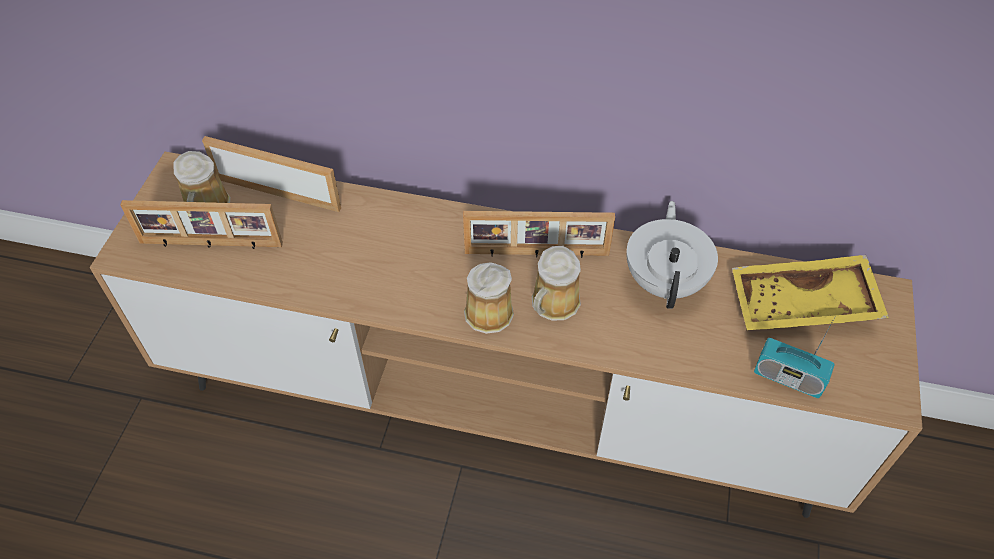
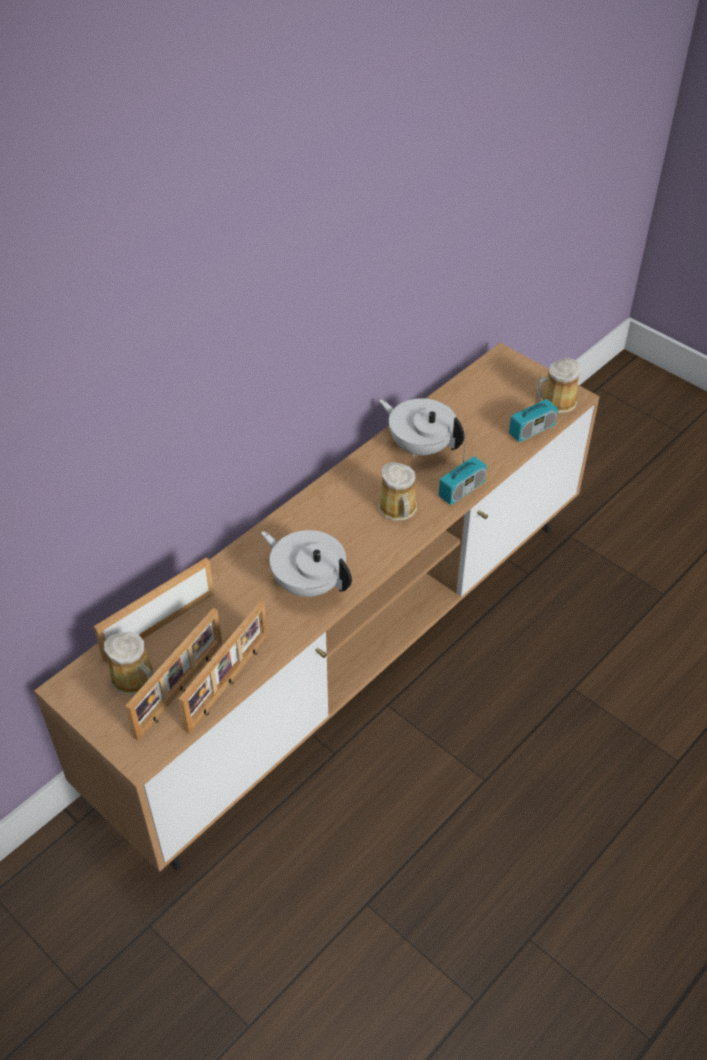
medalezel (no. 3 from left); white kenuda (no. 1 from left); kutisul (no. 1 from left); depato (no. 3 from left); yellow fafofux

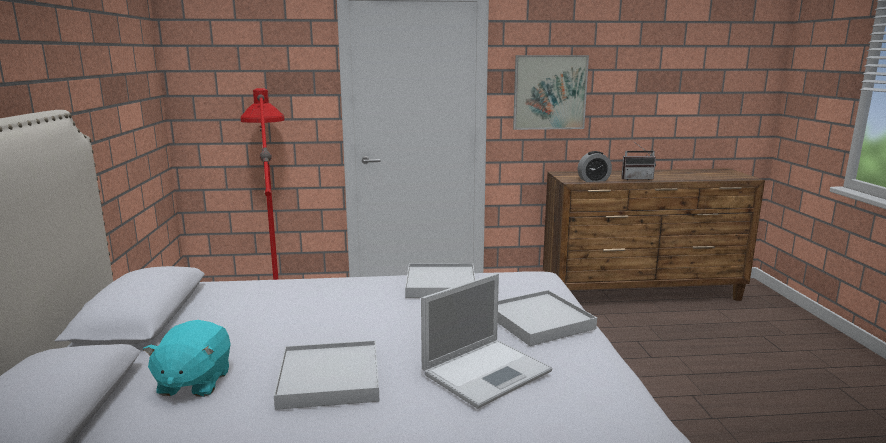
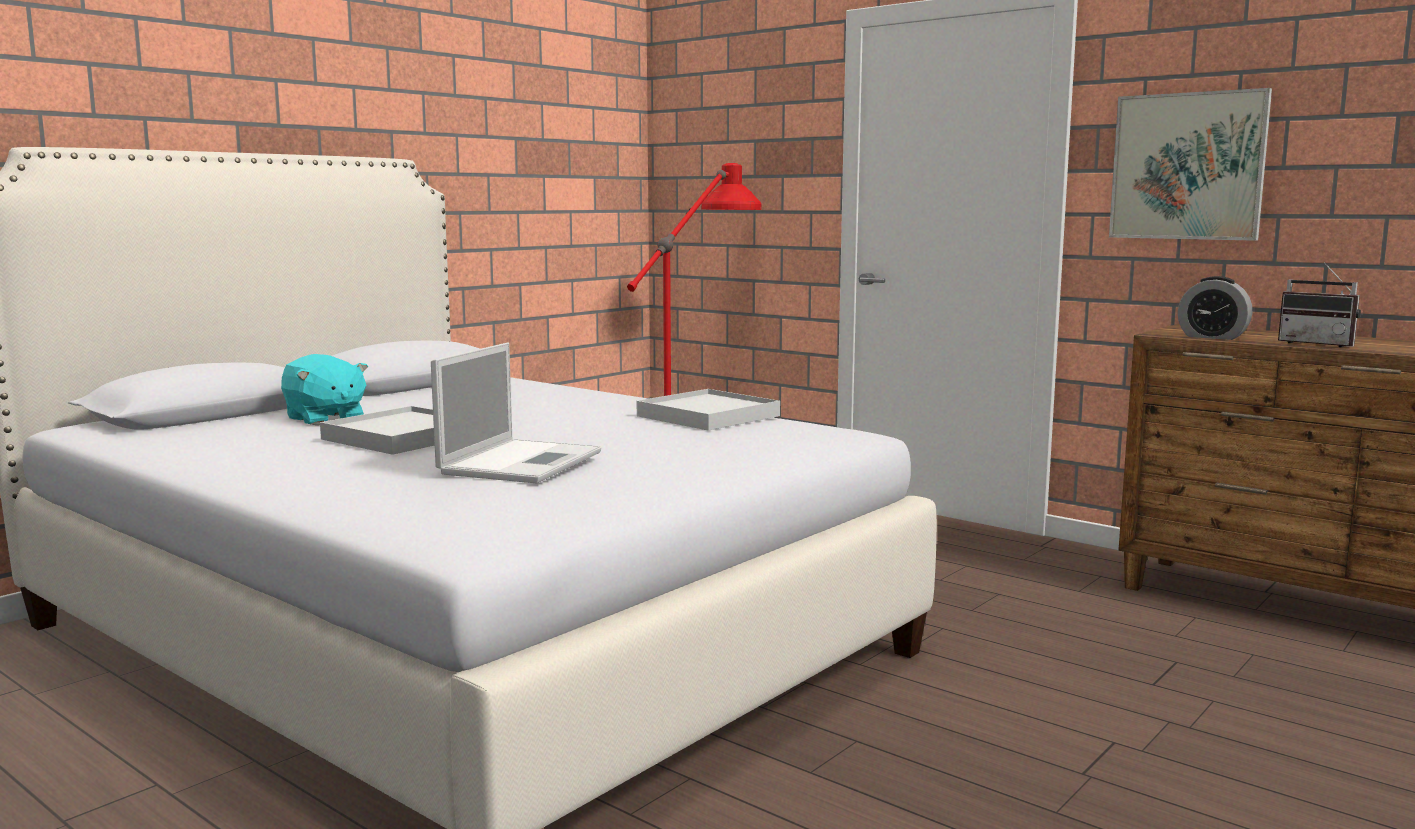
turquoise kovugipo; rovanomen; white fafofux (no. 3 from left in the first image)

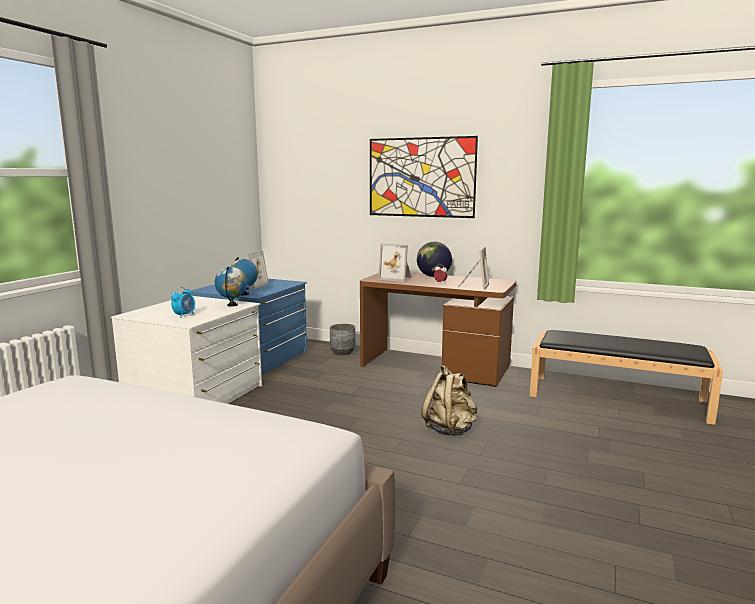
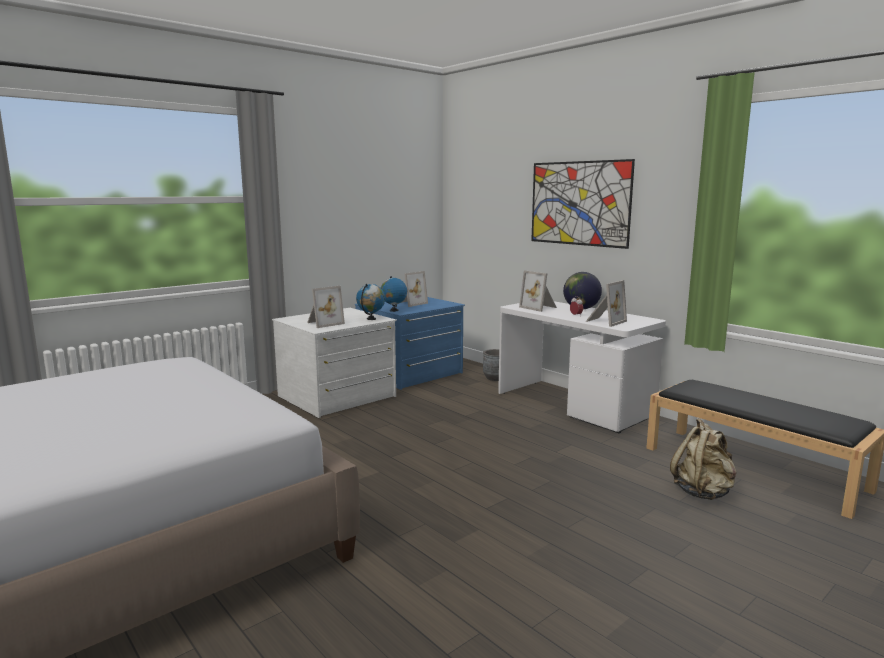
medalezel (no. 1 from left); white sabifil; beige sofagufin

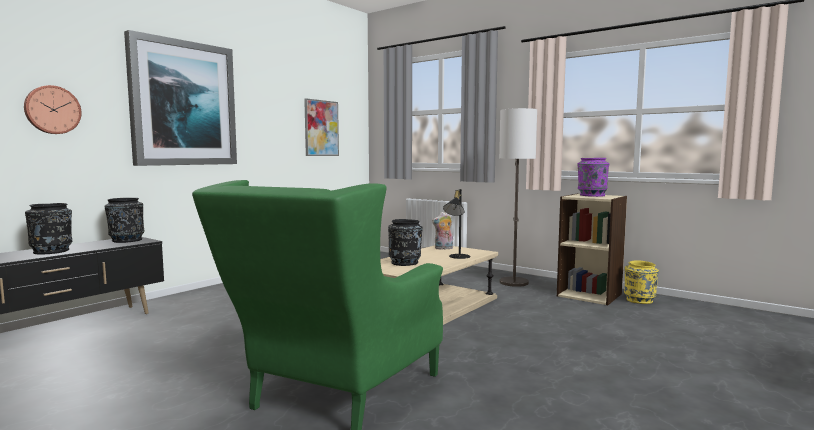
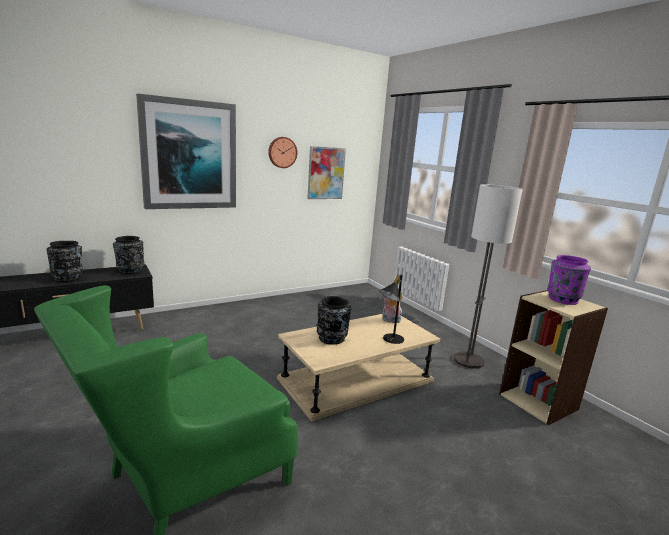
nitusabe; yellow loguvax

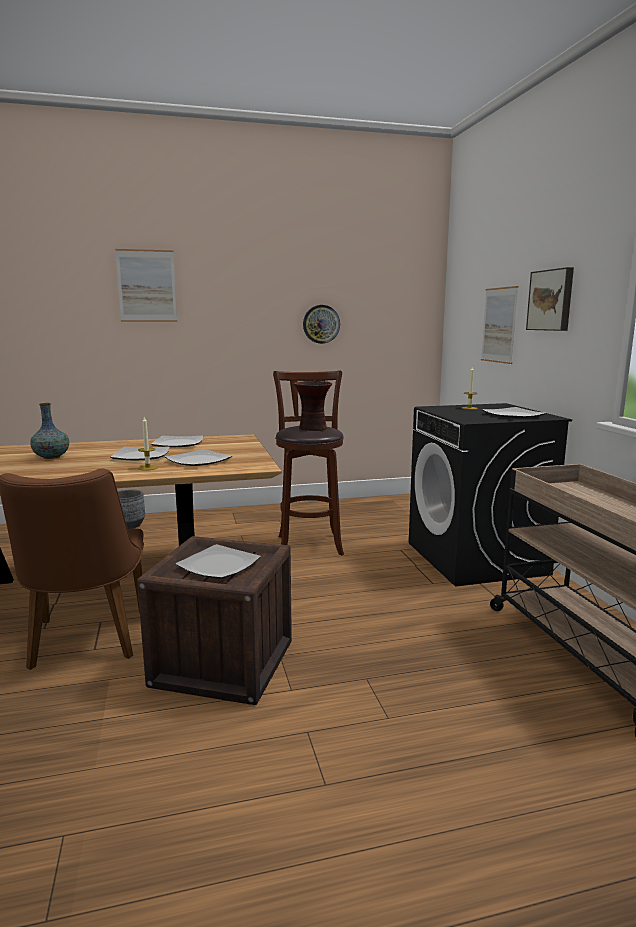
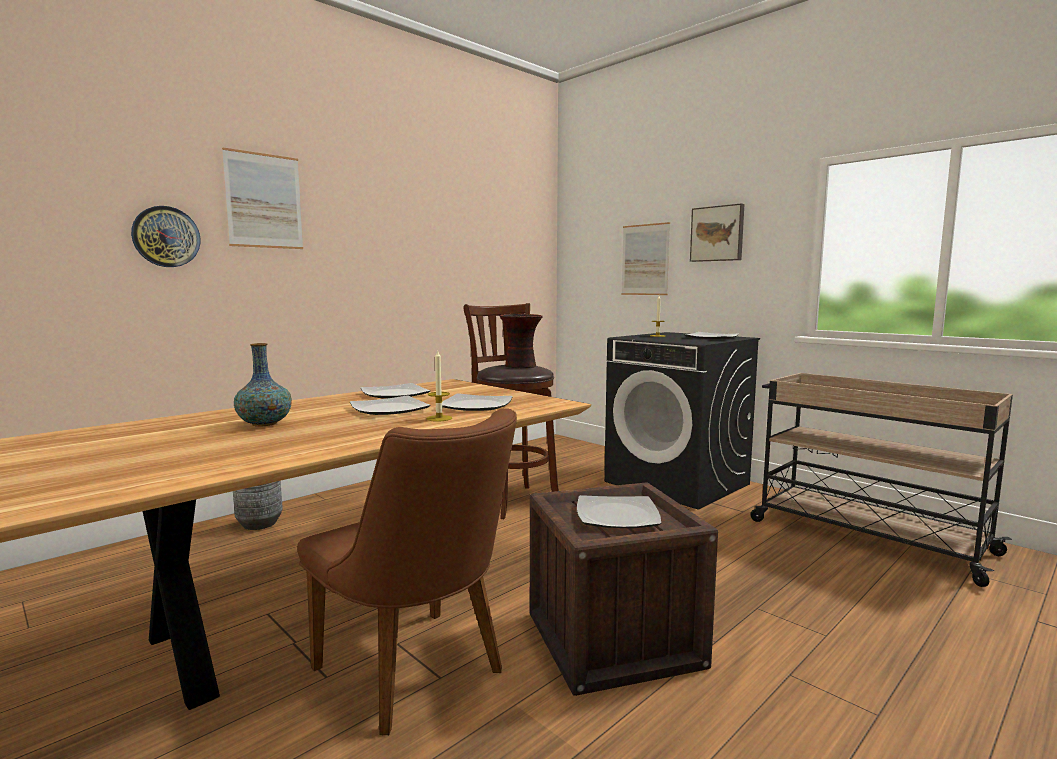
nitusabe

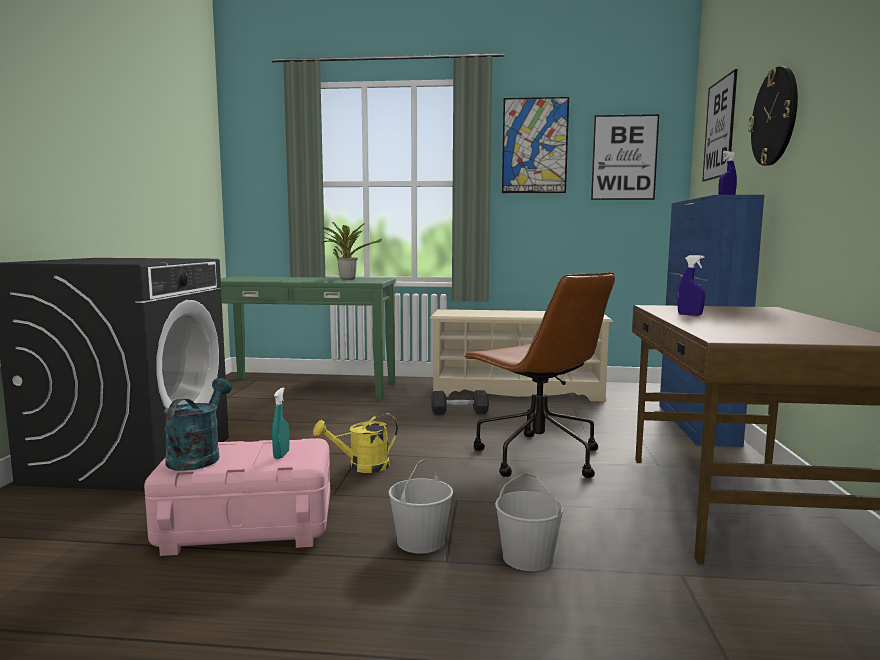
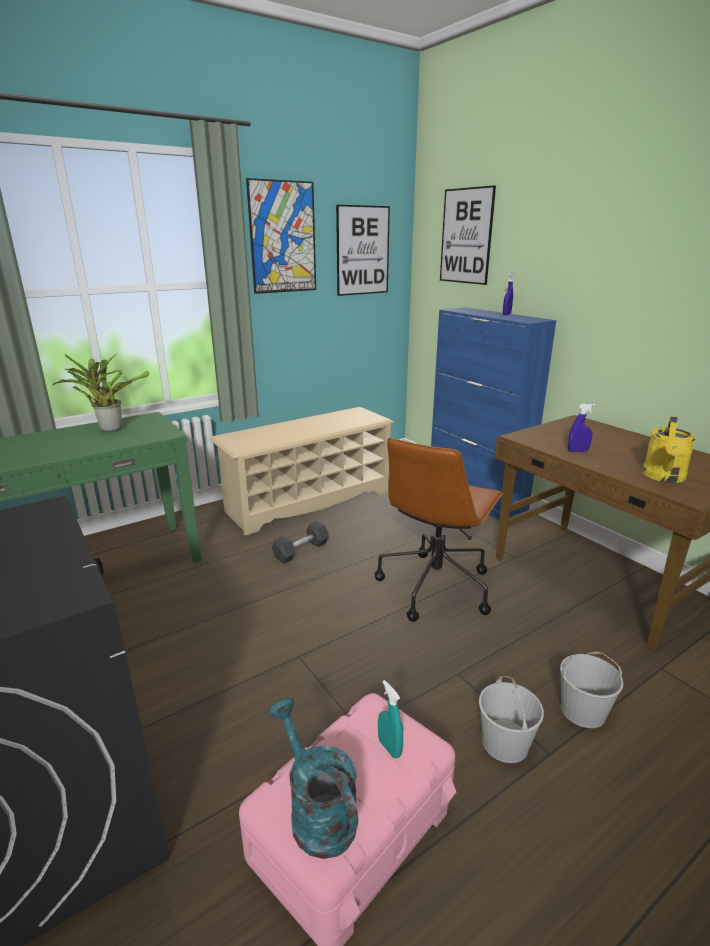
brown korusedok; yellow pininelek; nitusabe

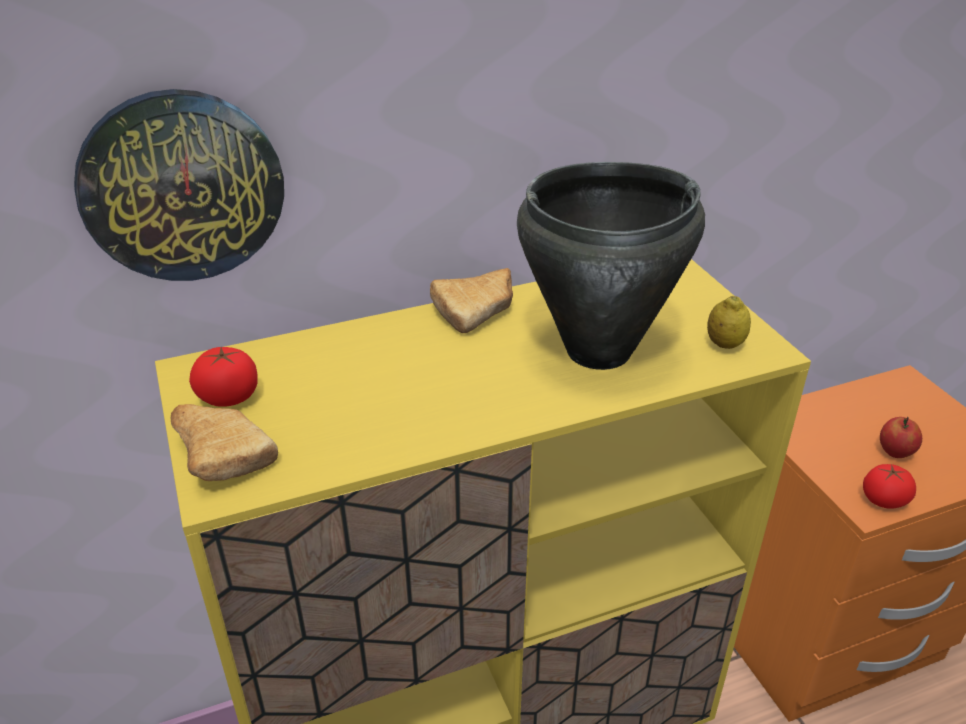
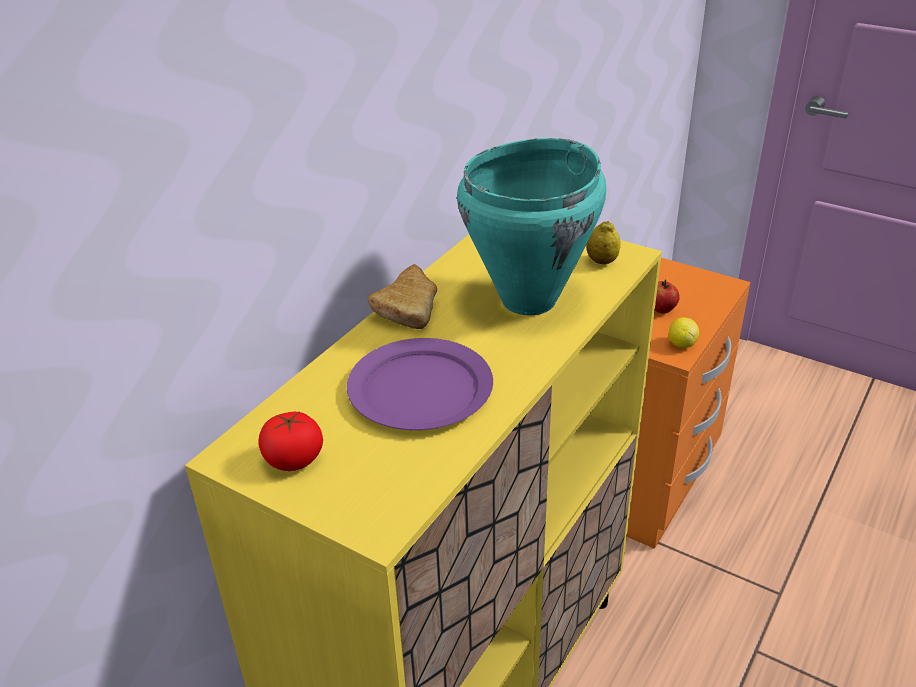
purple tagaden; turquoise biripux; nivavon (no. 2 from left); nitusabe; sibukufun (no. 1 from left in the first image)

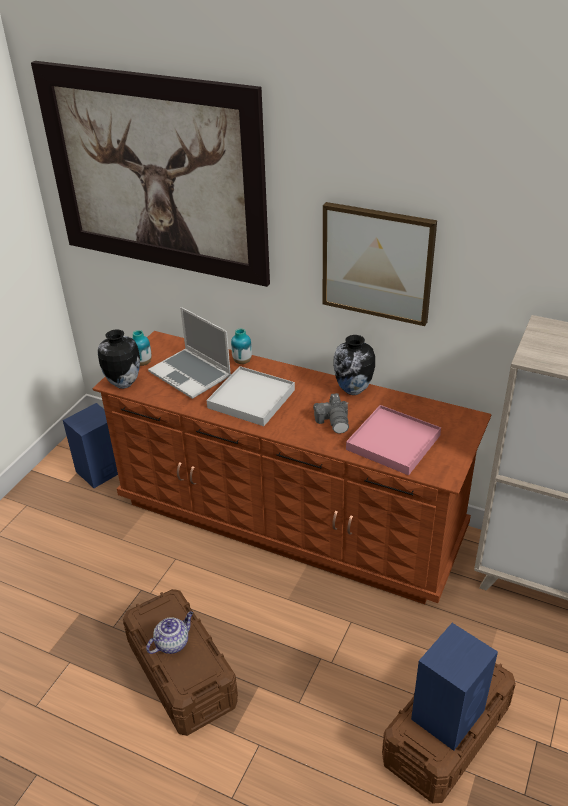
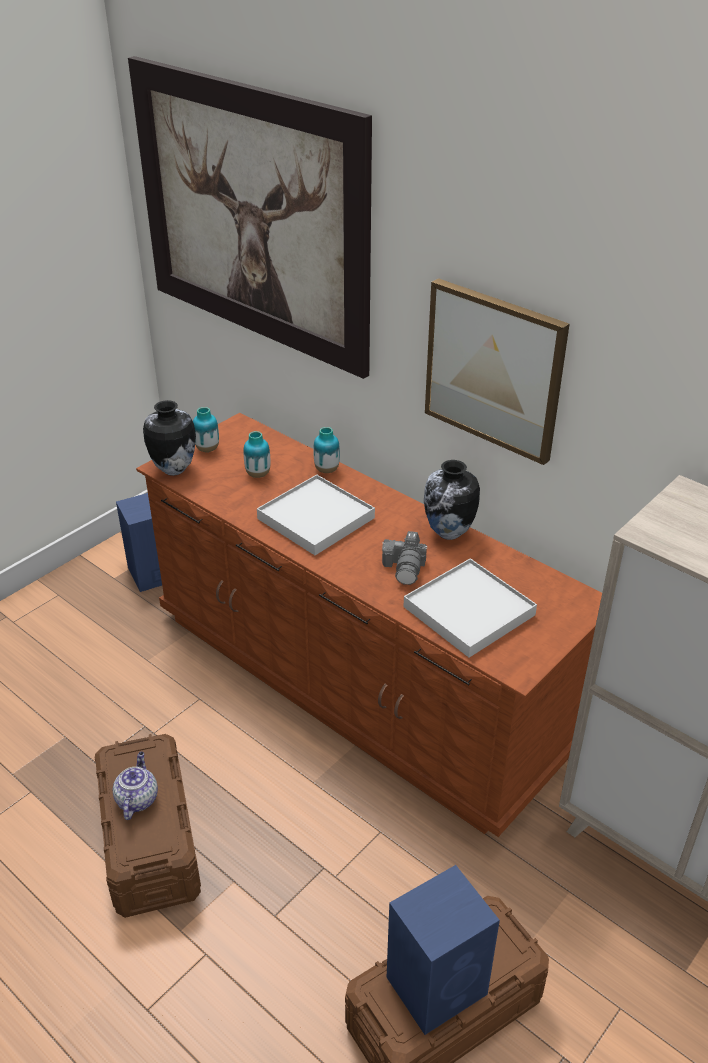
kenuda; loguvax (no. 3 from left); white fafofux (no. 2 from left)

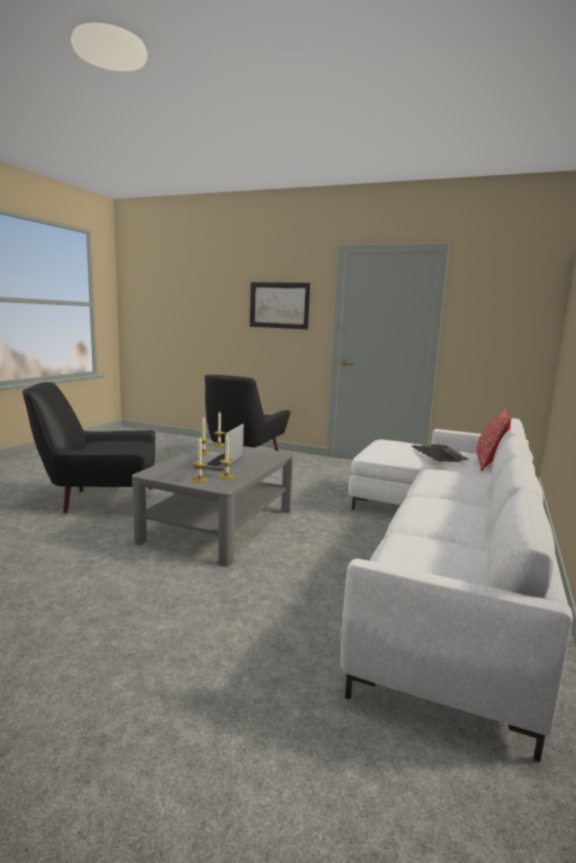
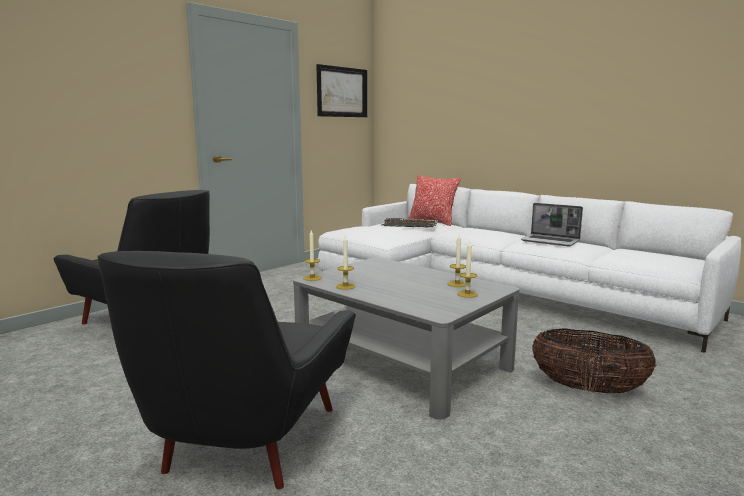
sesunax; rovanomen; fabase

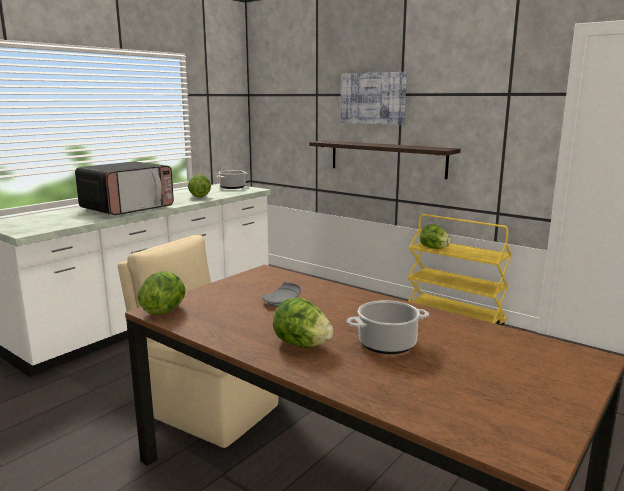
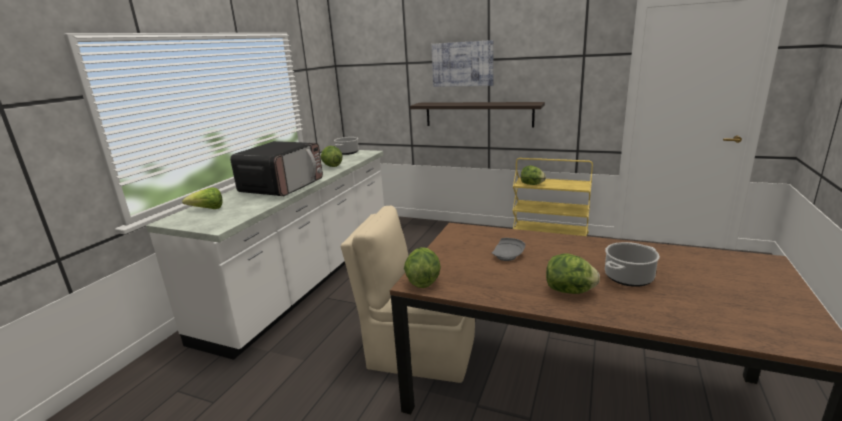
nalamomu (no. 1 from left)

